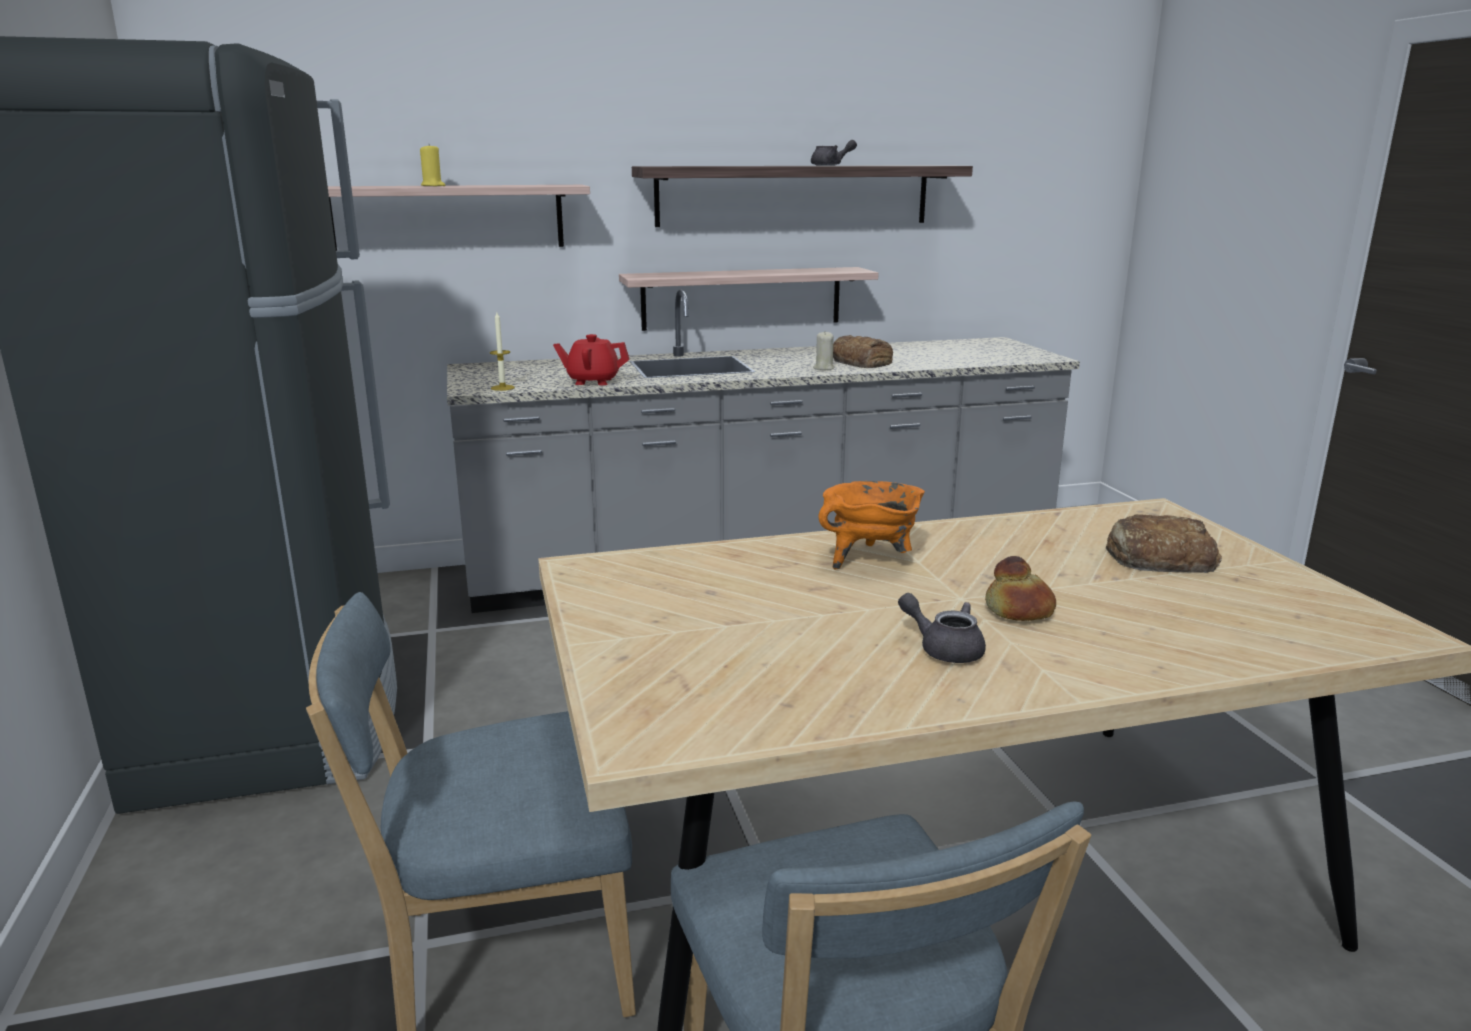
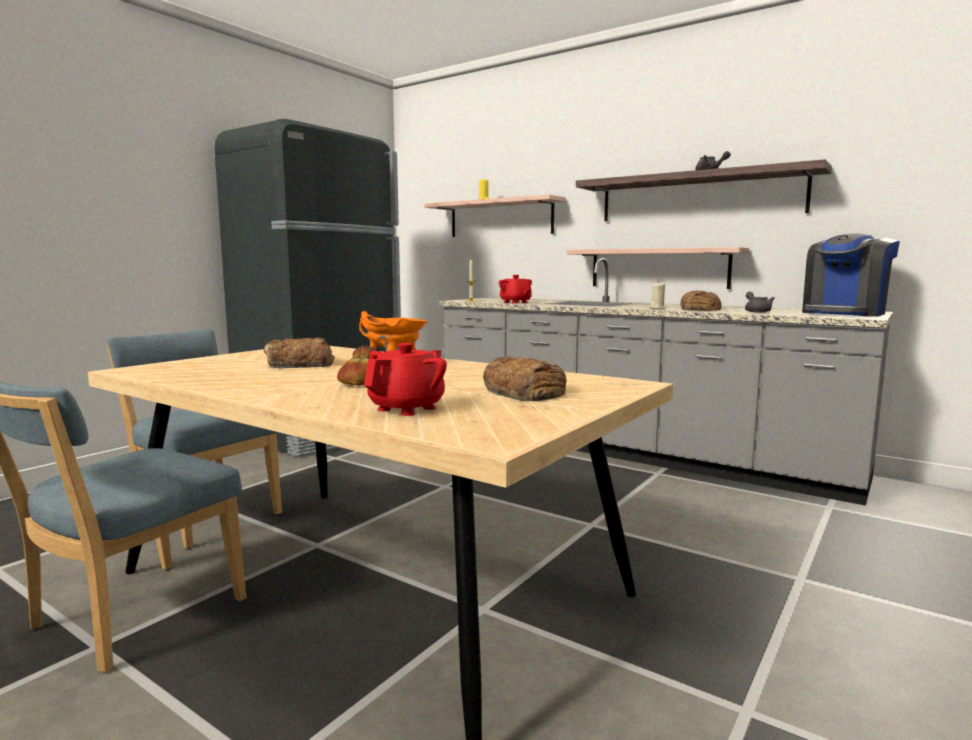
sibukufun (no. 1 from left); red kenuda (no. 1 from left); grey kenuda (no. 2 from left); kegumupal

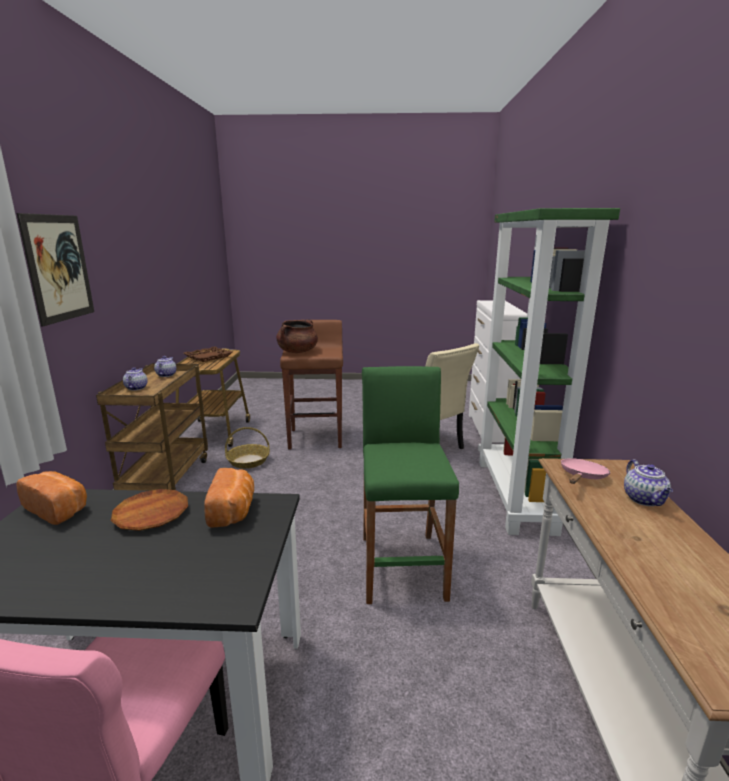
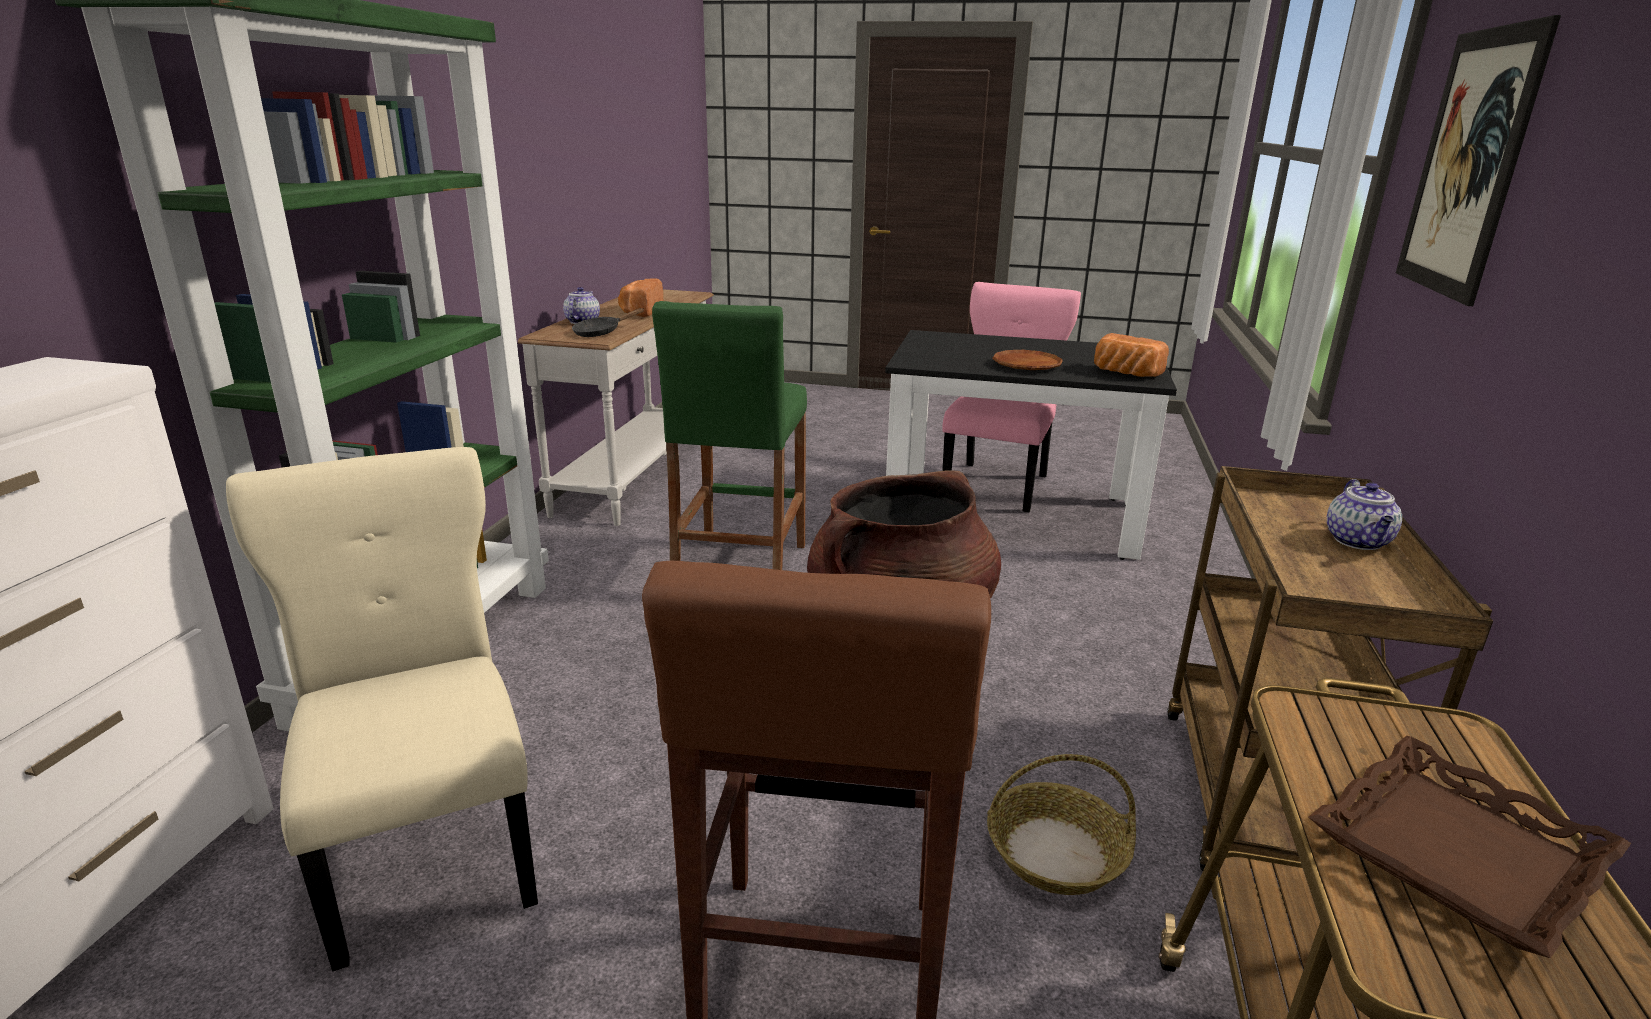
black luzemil; sibukufun (no. 1 from left); kenuda (no. 2 from left in the first image)

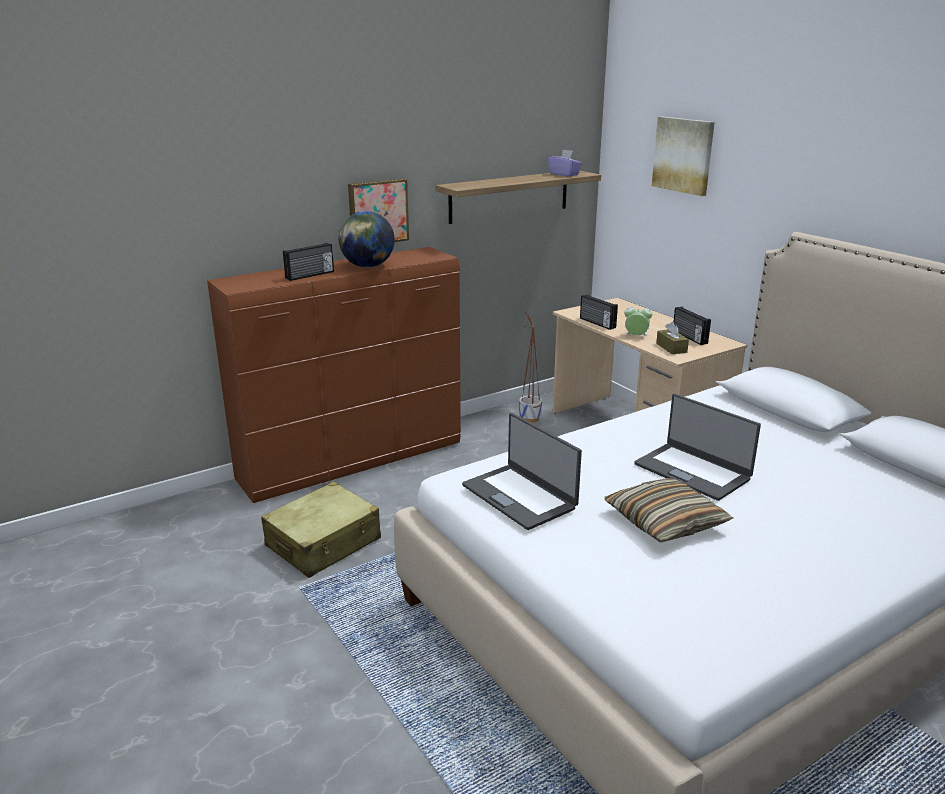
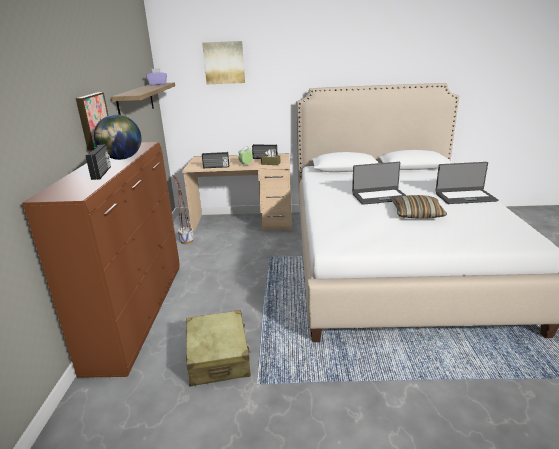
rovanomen (no. 2 from left)

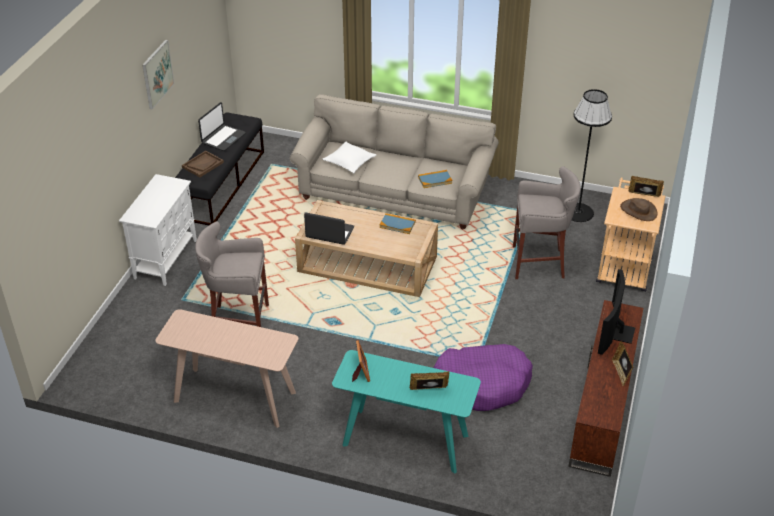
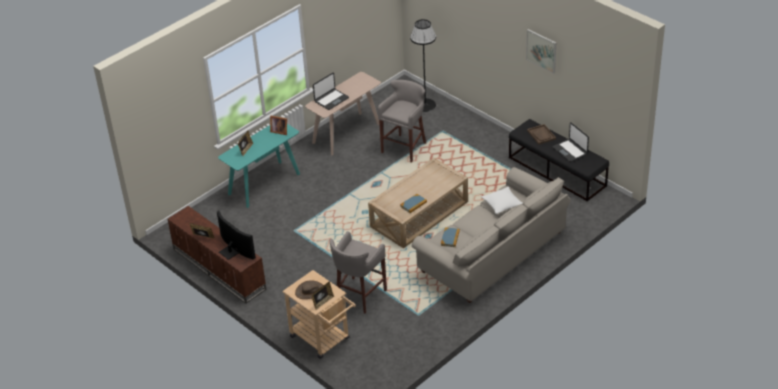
rovanomen (no. 1 from left); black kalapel; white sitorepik; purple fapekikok

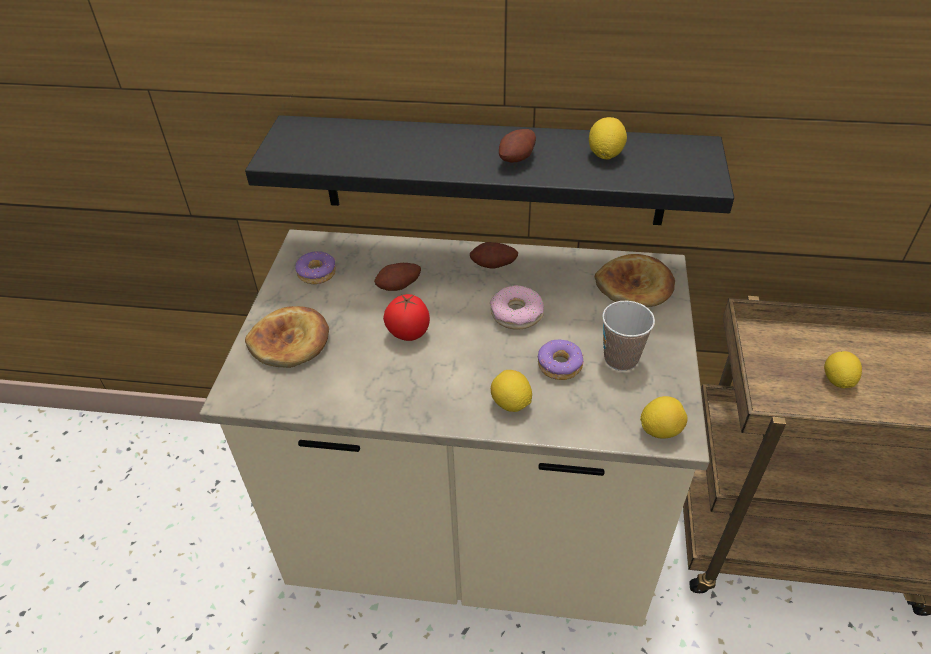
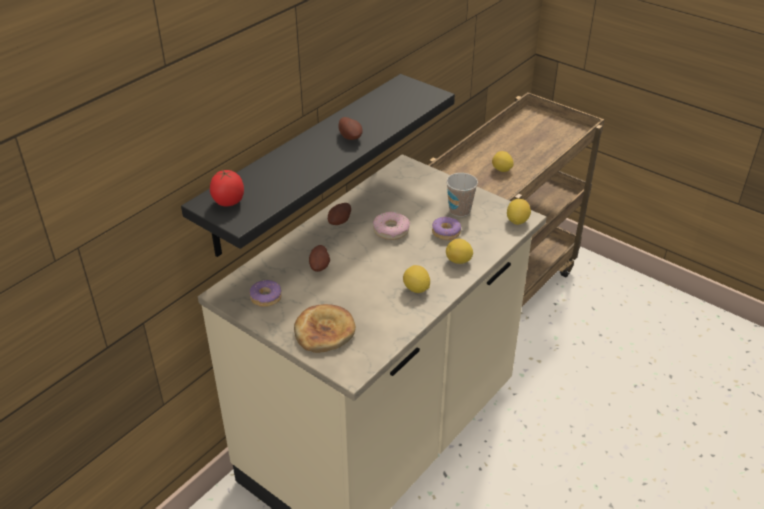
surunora; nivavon (no. 1 from left); sibukufun (no. 2 from left in the first image)

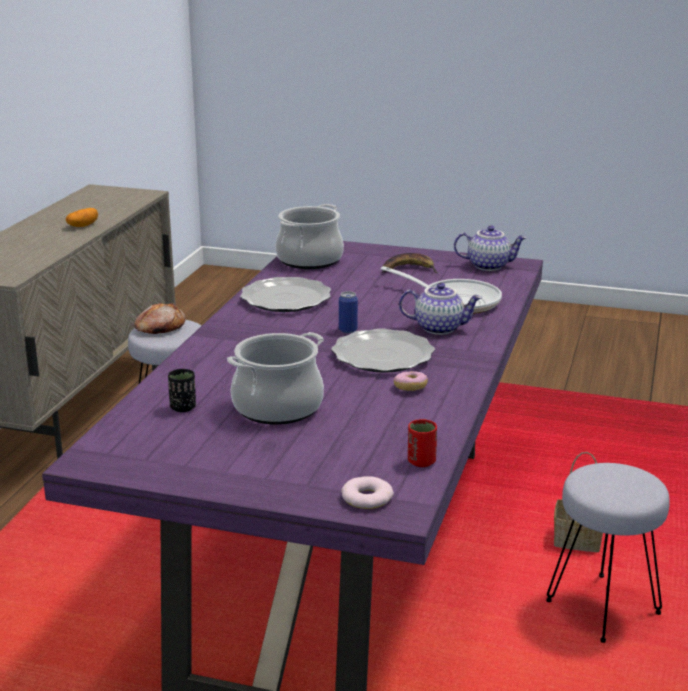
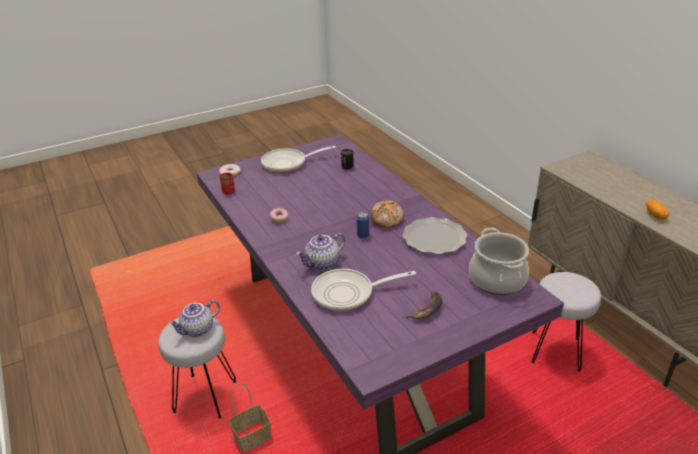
kenuda (no. 1 from left); luzemil (no. 1 from left); sibukufun; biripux (no. 1 from left in the first image); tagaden (no. 2 from left in the first image)

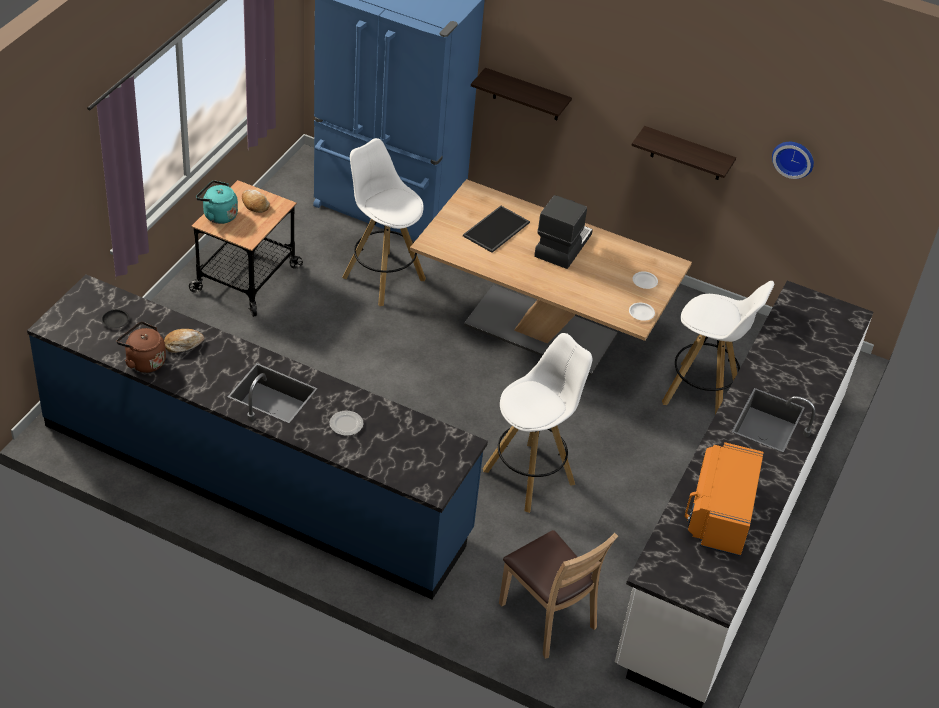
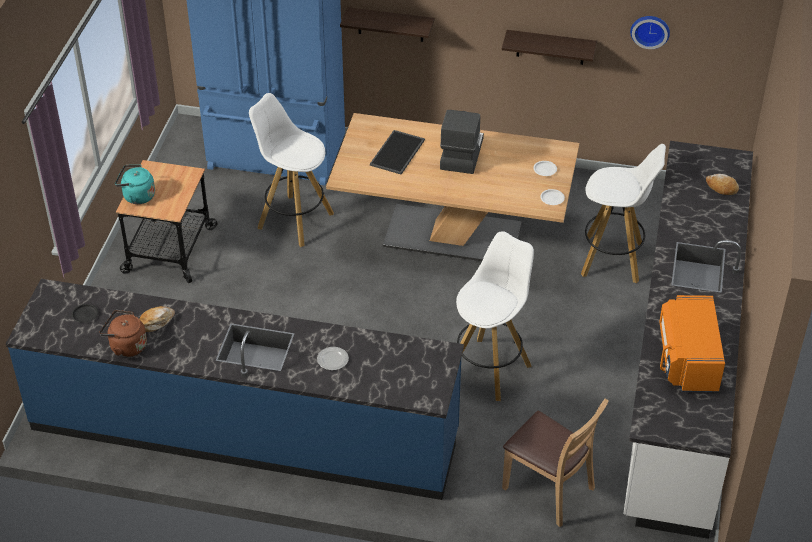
sibukufun (no. 2 from left)

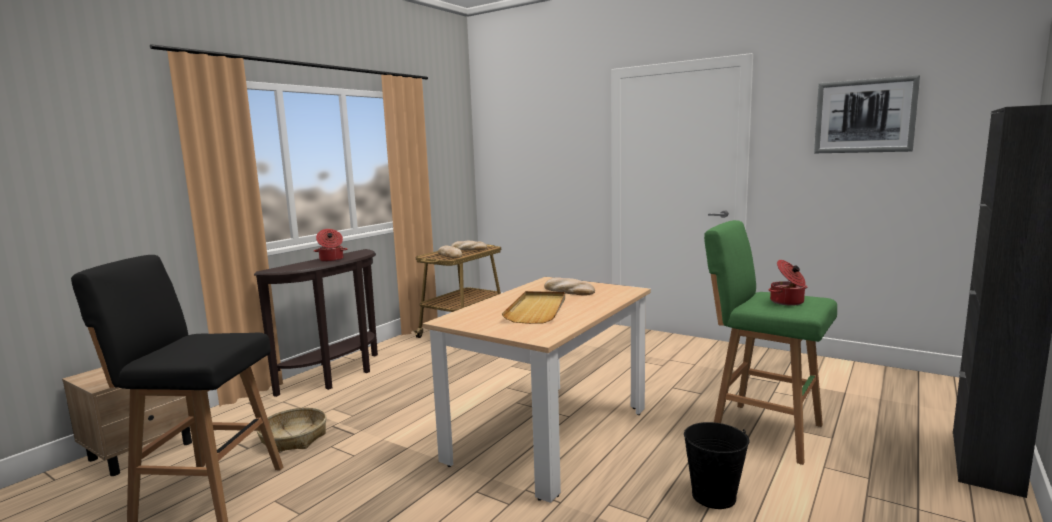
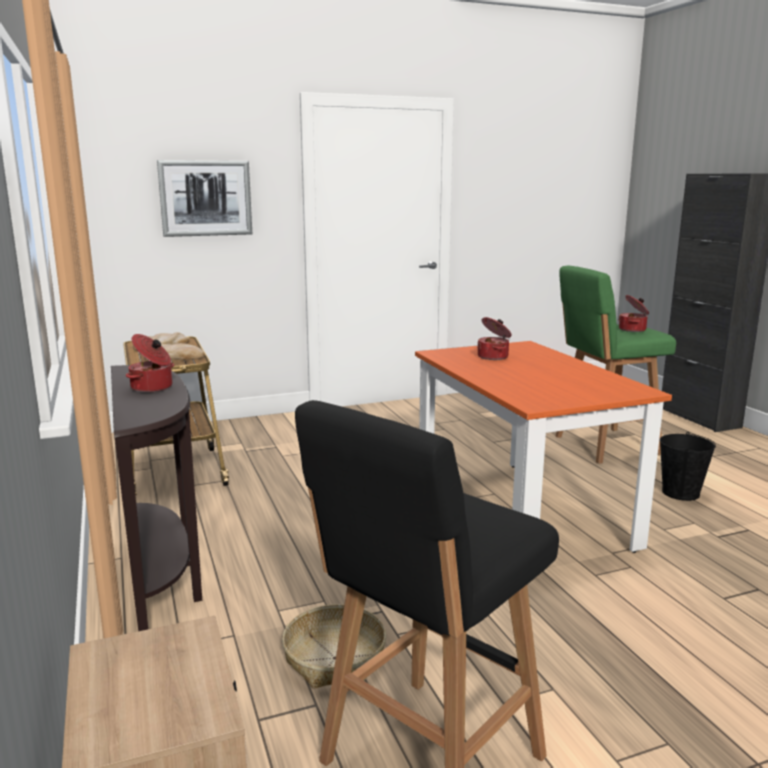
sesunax; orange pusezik; biripux (no. 2 from left); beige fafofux

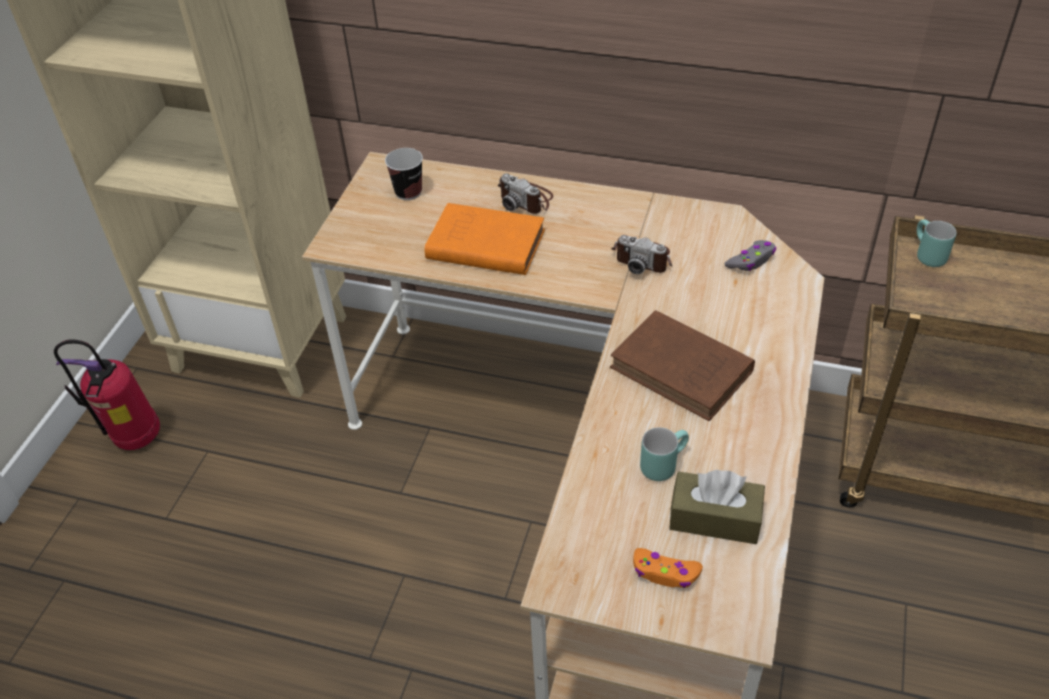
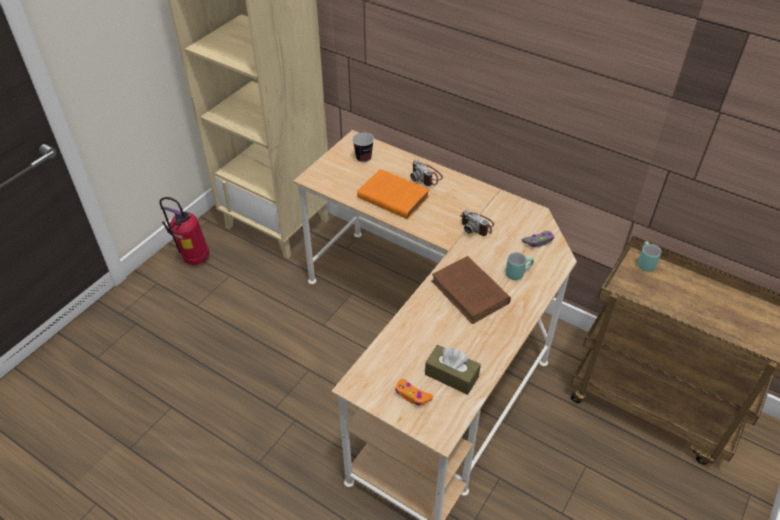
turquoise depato (no. 1 from left)

